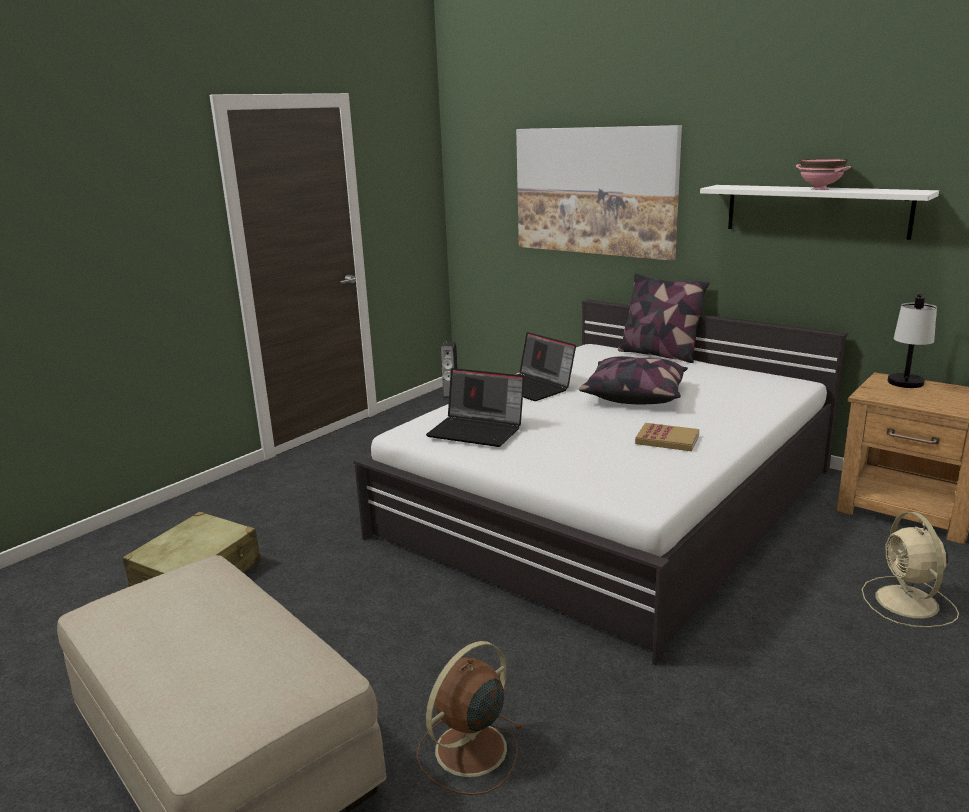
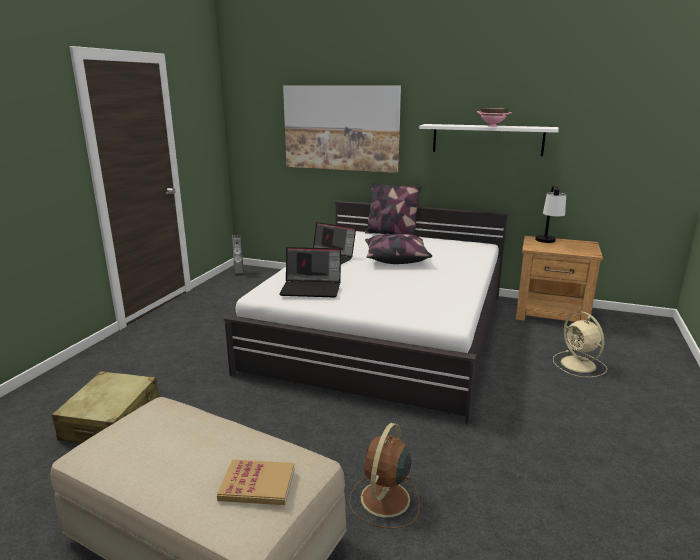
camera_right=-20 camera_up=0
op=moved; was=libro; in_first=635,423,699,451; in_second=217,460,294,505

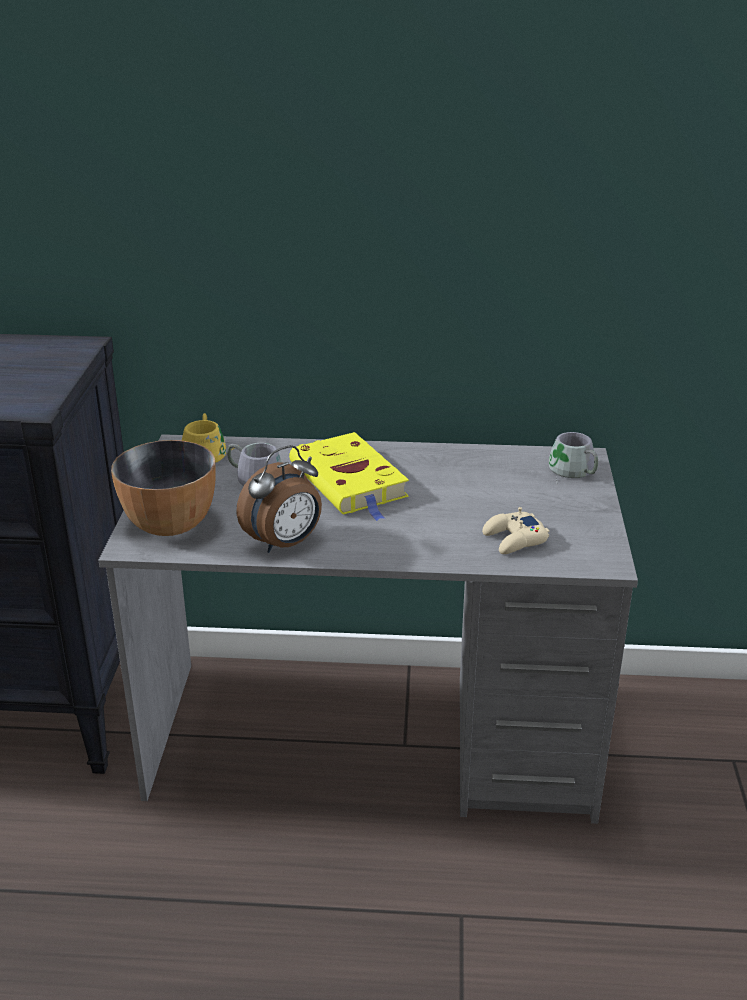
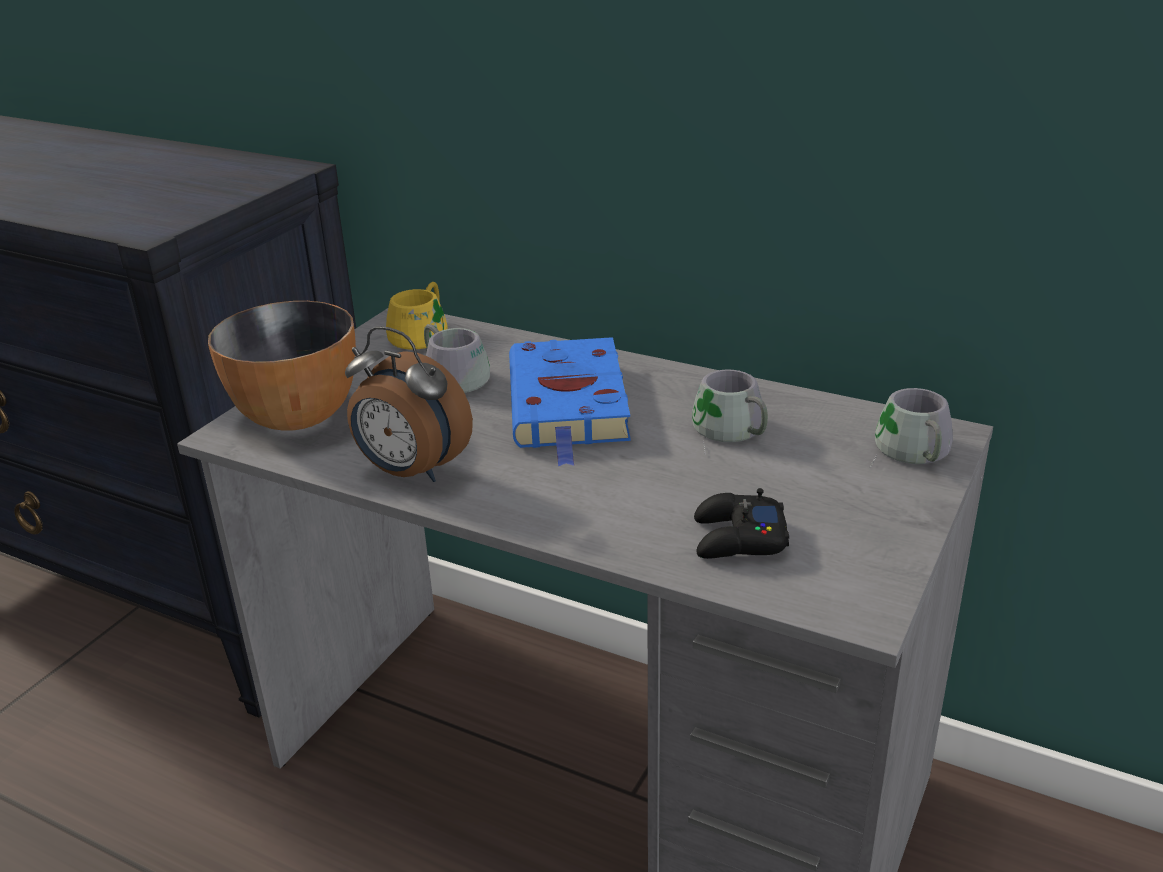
camera_right=25 camera_up=0
op=turned; was=despertador; in_first=236,445,322,553; in_second=345,326,473,482; clockwise=45
op=recoloured; was=libro (amarillo); now=libro (azul); in_first=289,432,409,521; in_second=509,337,631,466
op=recoloured; was=mando de consola (beis); now=mando de consola (negro); in_first=482,507,549,554; in_second=694,488,789,559
op=added; now=taza grande (gris); in_second=692,370,768,452

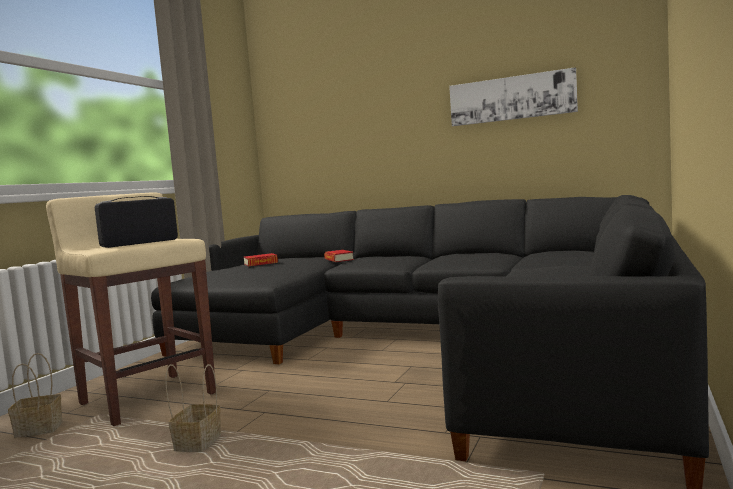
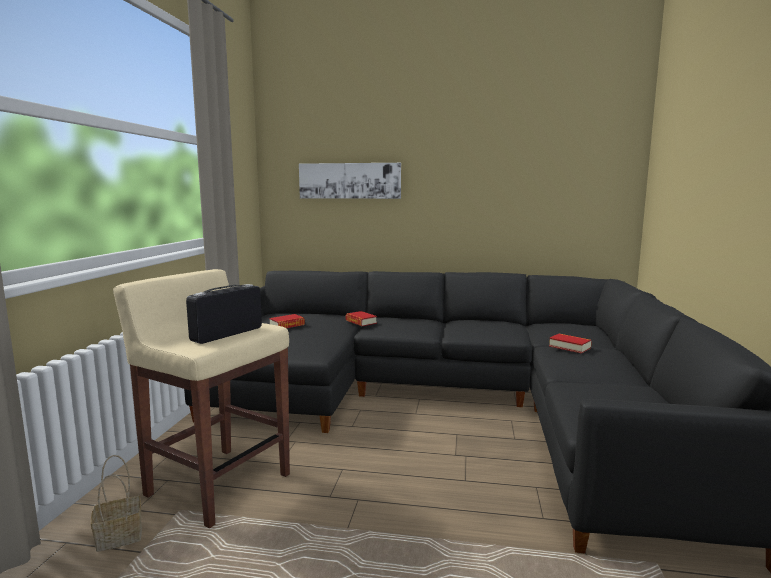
camera_right=-15 camera_up=5
op=removed; was=cesta; in_first=165,364,221,452
op=moved; was=cuadro; in_first=449,67,578,126; in_second=299,163,401,199
op=added; now=libro; in_second=549,334,592,354

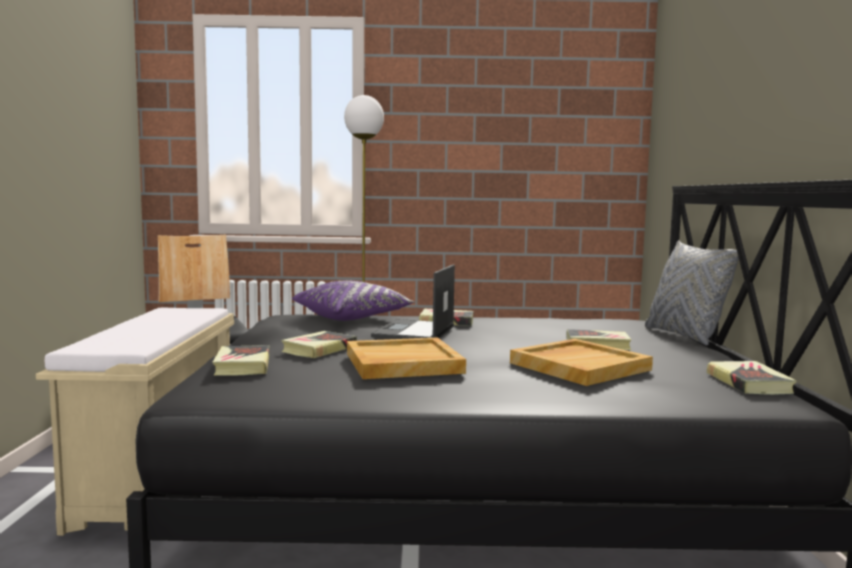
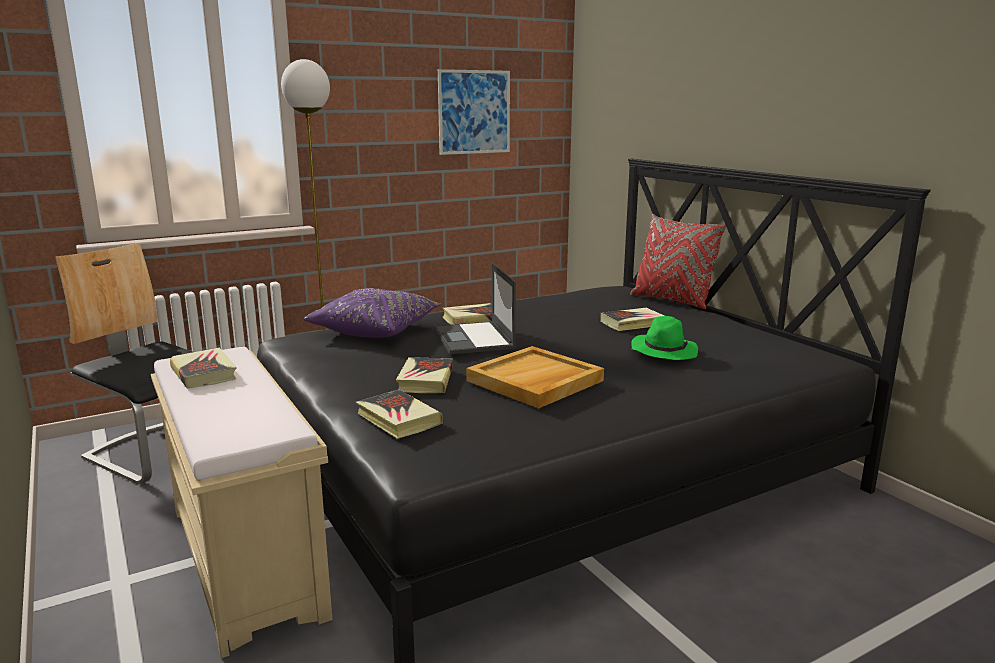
camera_right=-30 camera_up=10
op=replaced; was=bandeja (beis); now=sombrero (verde); in_first=510,339,653,386; in_second=631,316,698,360
op=recoloured; was=cojín (gris); now=cojín (rojo); in_first=645,240,739,346; in_second=630,214,726,309
op=moved; was=libro; in_first=707,361,797,395; in_second=170,348,237,389
op=added; now=cuadro; in_second=438,69,510,155

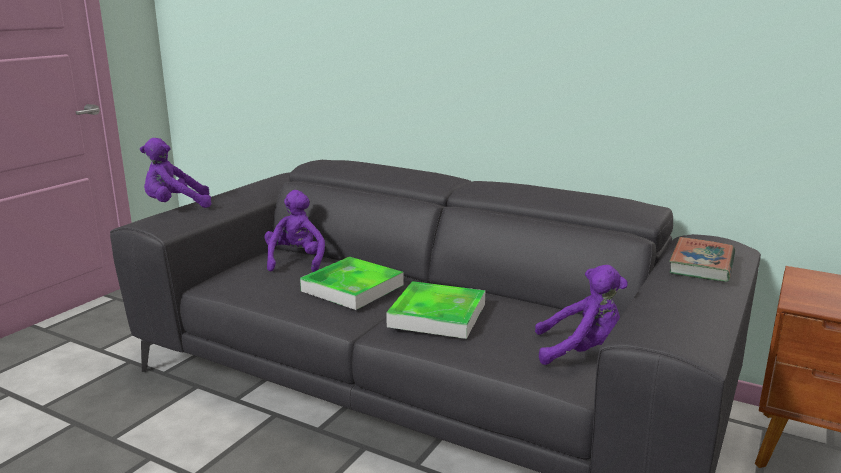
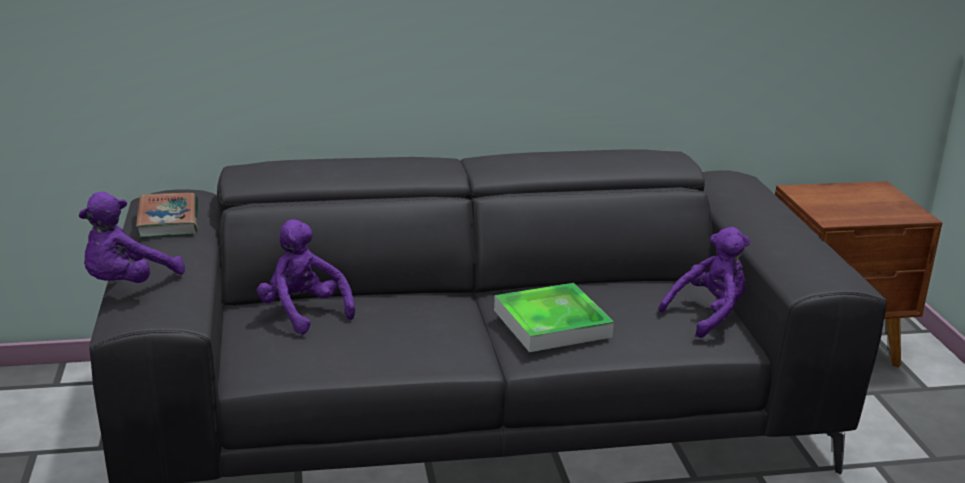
camera_right=-40 camera_up=5
op=removed; was=bandeja; in_first=300,257,404,310
op=moved; was=libro; in_first=669,237,735,282; in_second=136,193,198,238

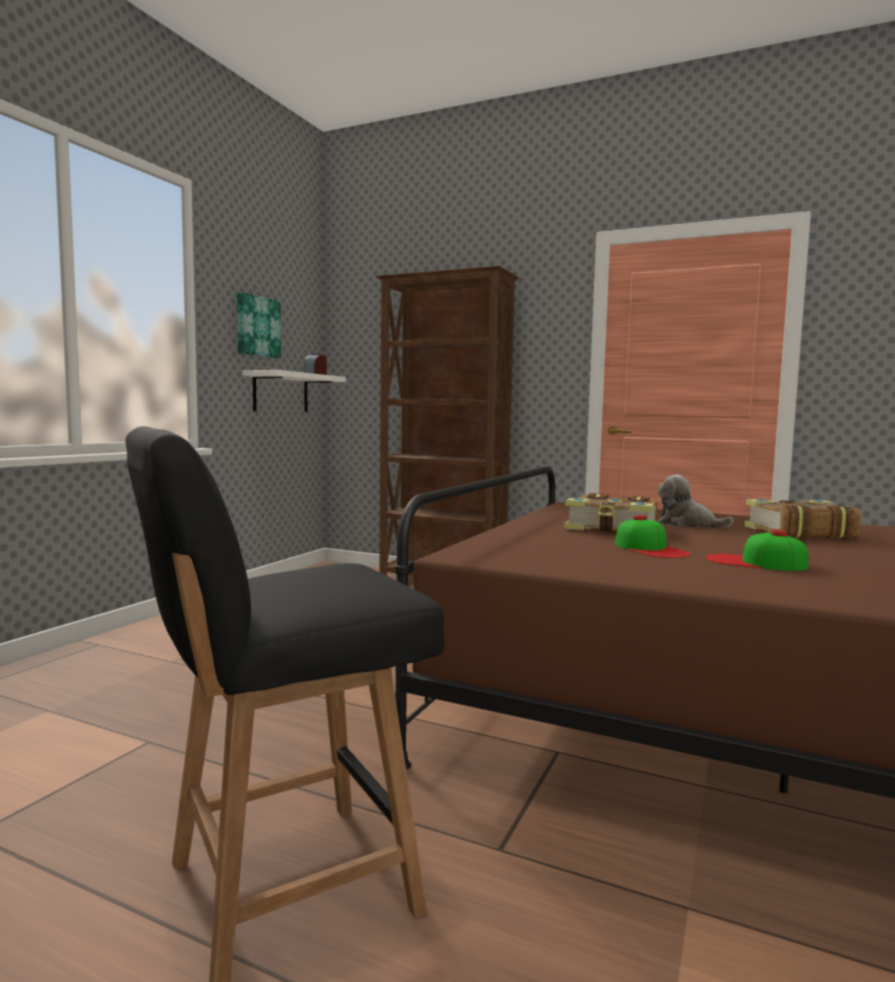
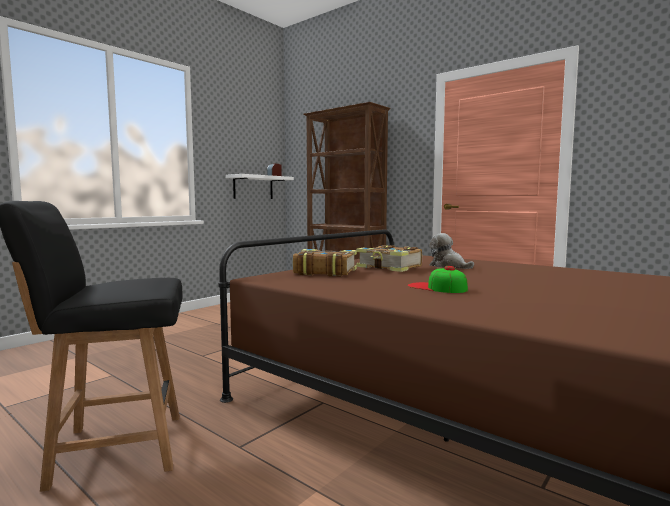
camera_right=15 camera_up=0
op=removed; was=cuadro; in_first=237,292,281,358
op=removed; was=gorra; in_first=615,515,691,558
op=moved; was=libro; in_first=745,499,861,540; in_second=293,249,357,277

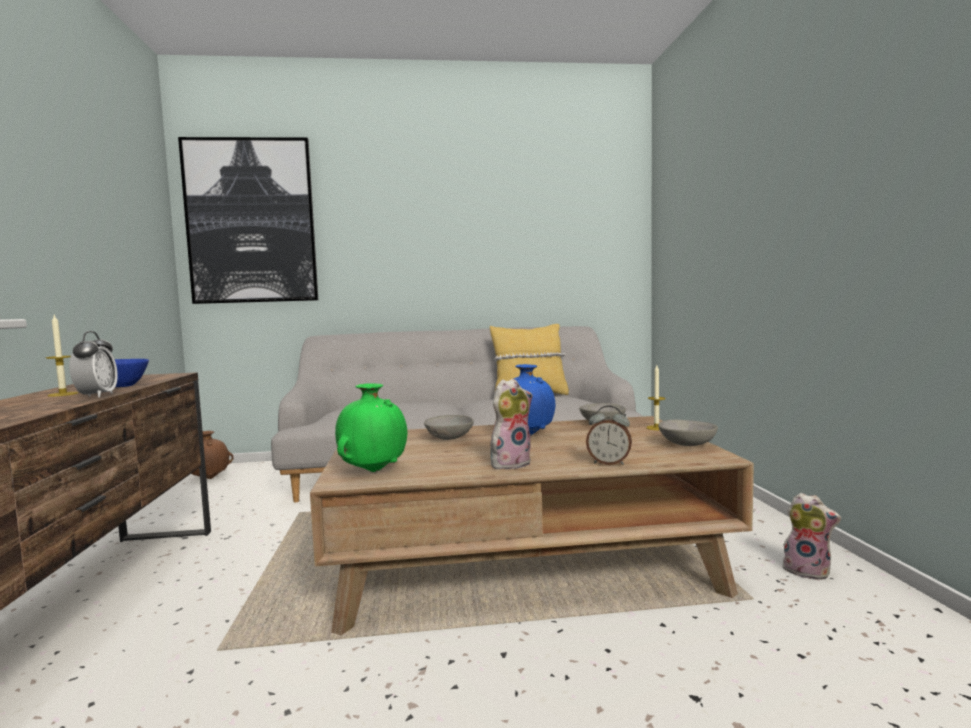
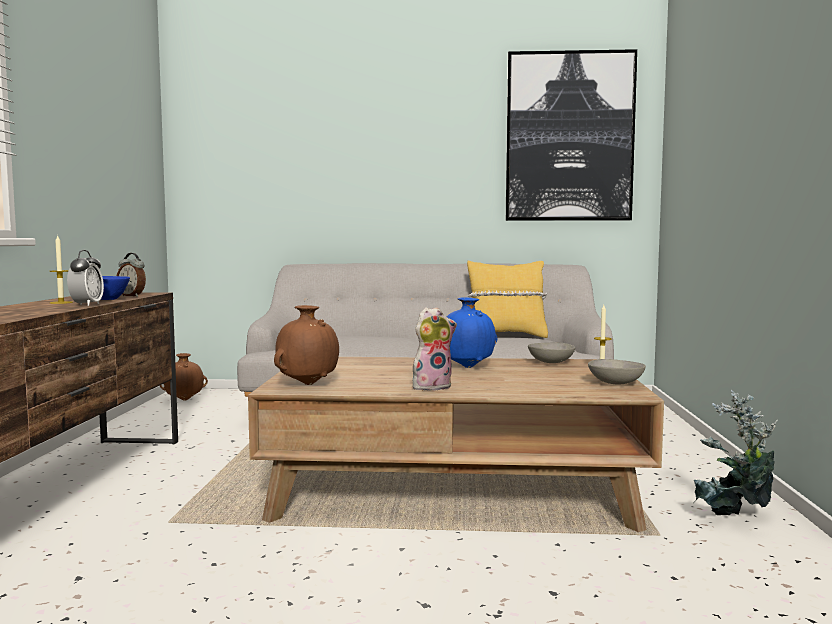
camera_right=10 camera_up=0
op=moved; was=cuadro; in_first=178,137,318,304; in_second=506,49,637,221
op=recoloured; was=florero (verde); now=florero (marrón); in_first=335,383,407,472; in_second=274,305,339,385
op=removed; was=cuenco (gris); in_first=424,415,474,440
op=moved; was=despertador; in_first=586,405,632,465; in_second=117,253,146,297
op=replaced; was=peluche; now=planta en maceta; in_first=783,493,841,580; in_second=694,389,778,515

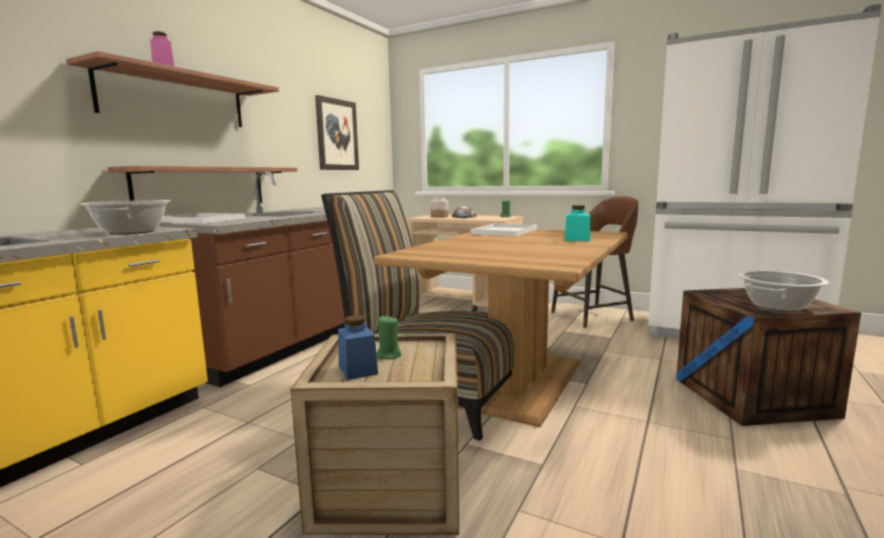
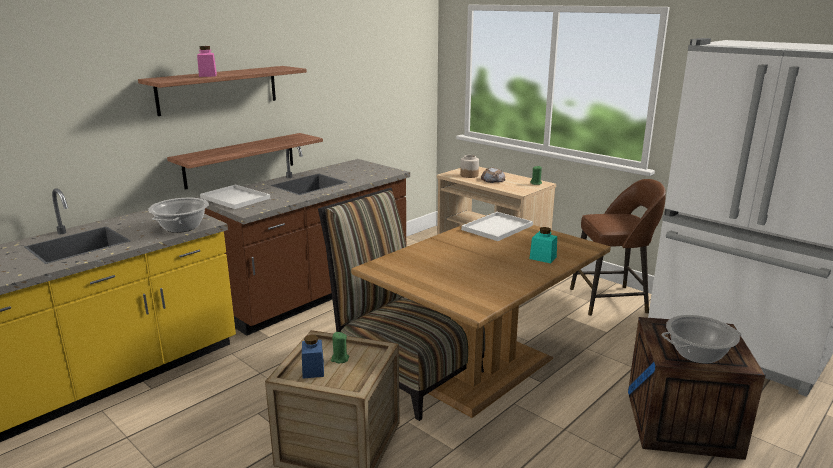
camera_right=15 camera_up=10
op=removed; was=cuadro; in_first=315,95,359,170

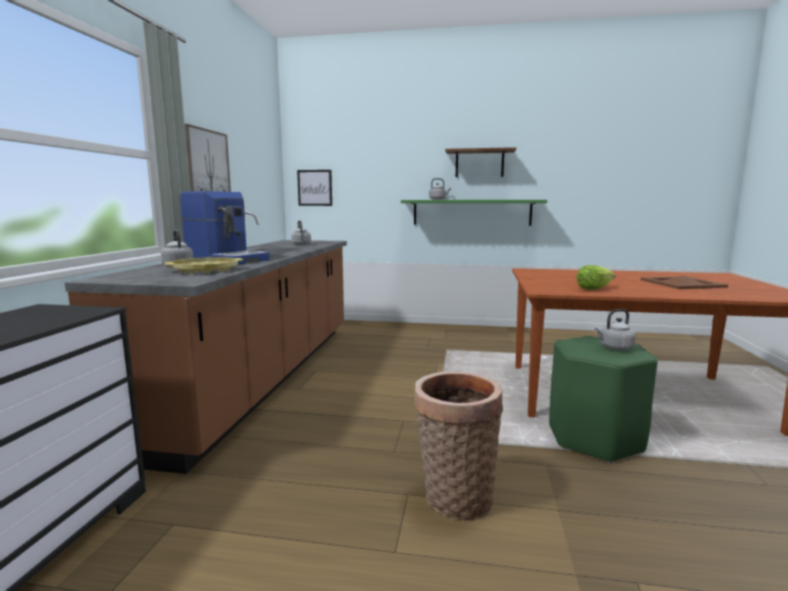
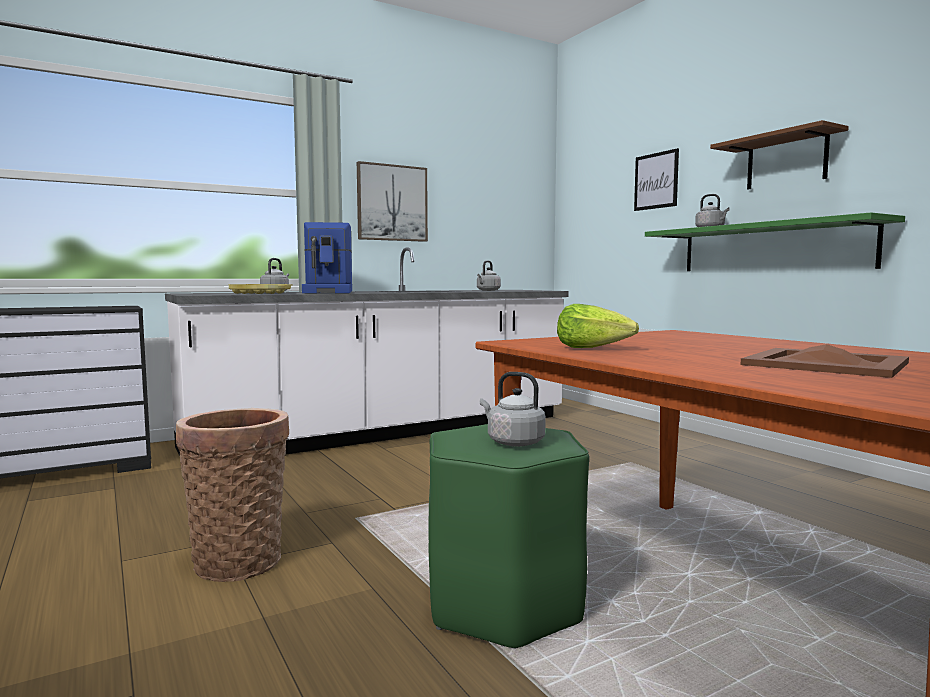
camera_right=50 camera_up=-5
op=recoloured; was=mueble bajo de cocina (marrón); now=mueble bajo de cocina (blanco); in_first=65,211,347,474; in_second=165,247,569,456
op=moved; was=cuadro; in_first=297,170,332,206; in_second=634,148,679,211

